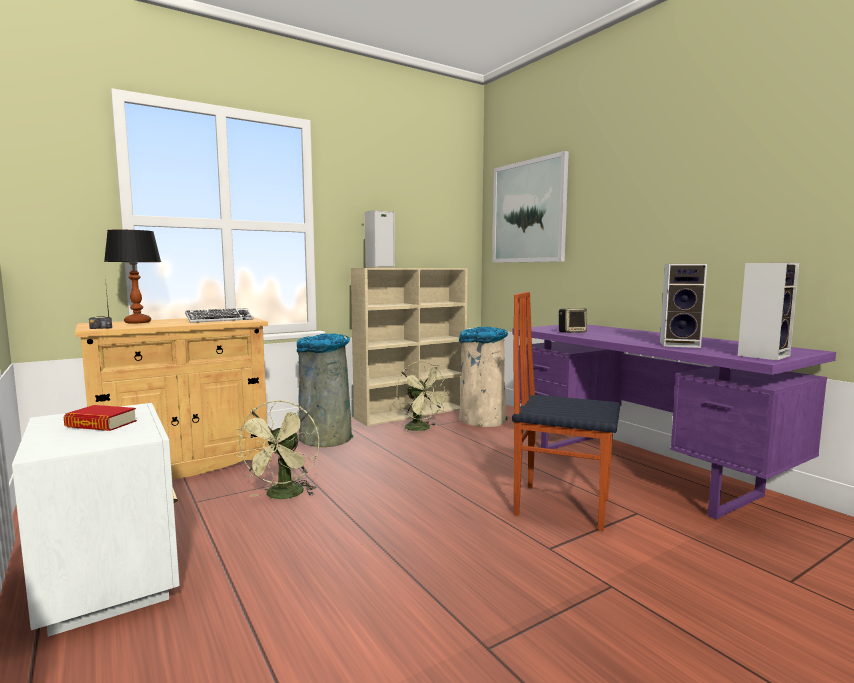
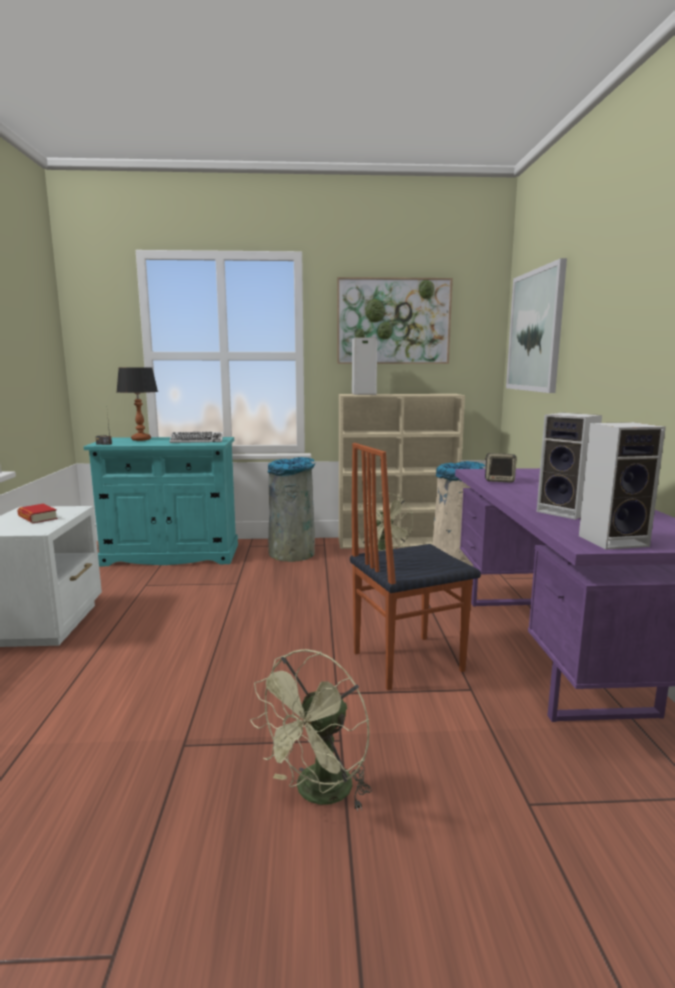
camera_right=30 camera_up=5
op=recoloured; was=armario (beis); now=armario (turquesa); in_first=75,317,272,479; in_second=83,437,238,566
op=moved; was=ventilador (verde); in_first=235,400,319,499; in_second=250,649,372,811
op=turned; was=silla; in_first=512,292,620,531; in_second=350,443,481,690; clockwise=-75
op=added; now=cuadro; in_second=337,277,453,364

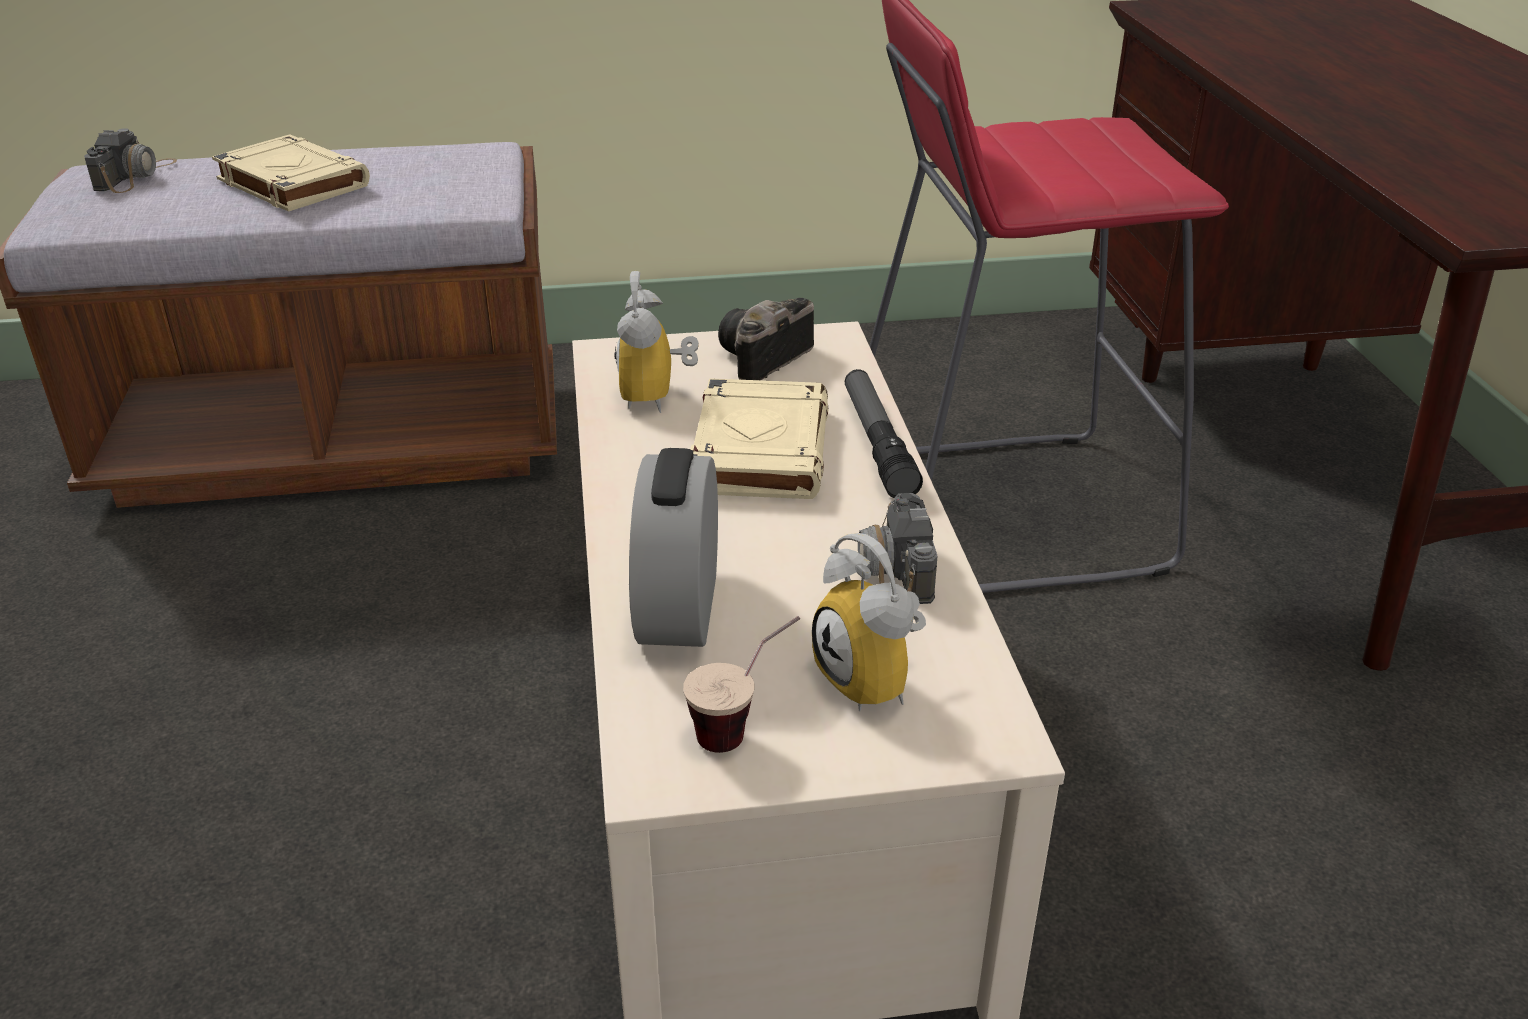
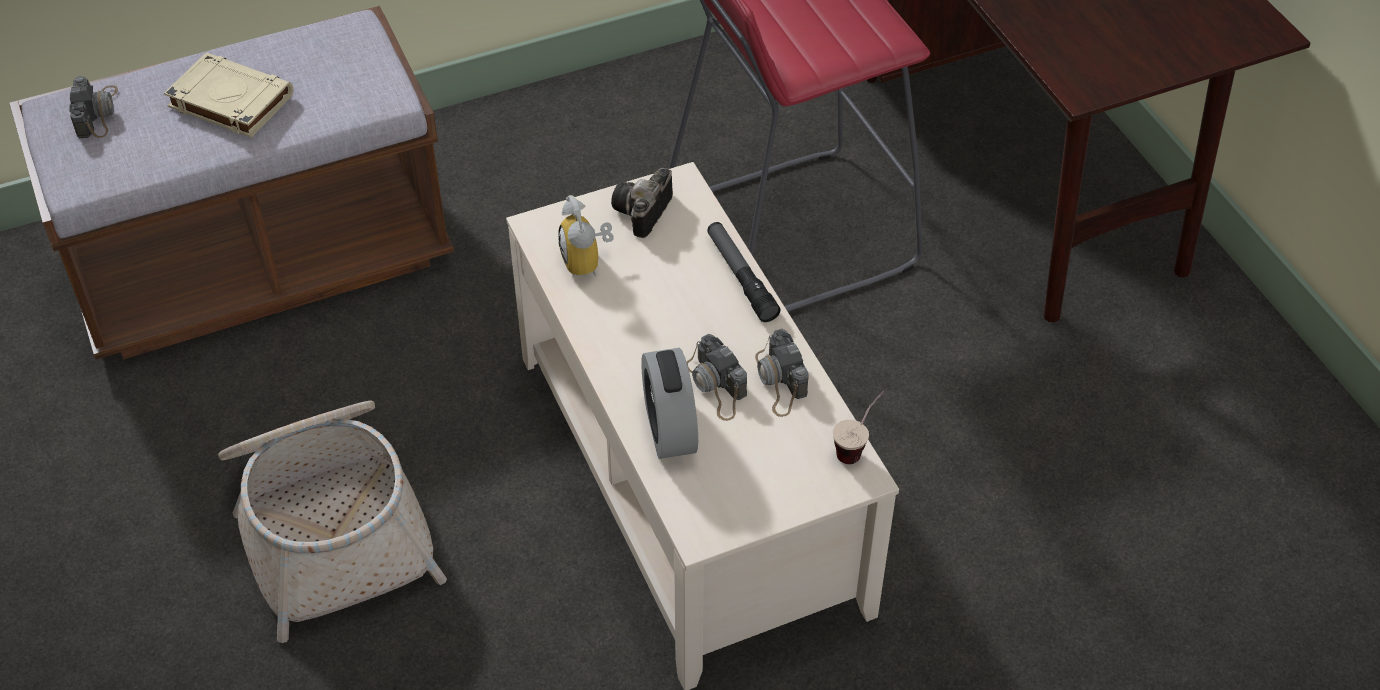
camera_right=-15 camera_up=15
op=moved; was=taza; in_first=683,616,800,753; in_second=833,391,884,464
op=removed; was=libro (beis); in_first=690,378,829,499
op=removed; was=despertador; in_first=812,533,926,711
op=added; now=cesta; in_second=218,401,447,643
op=added; now=cámara; in_second=687,334,747,421

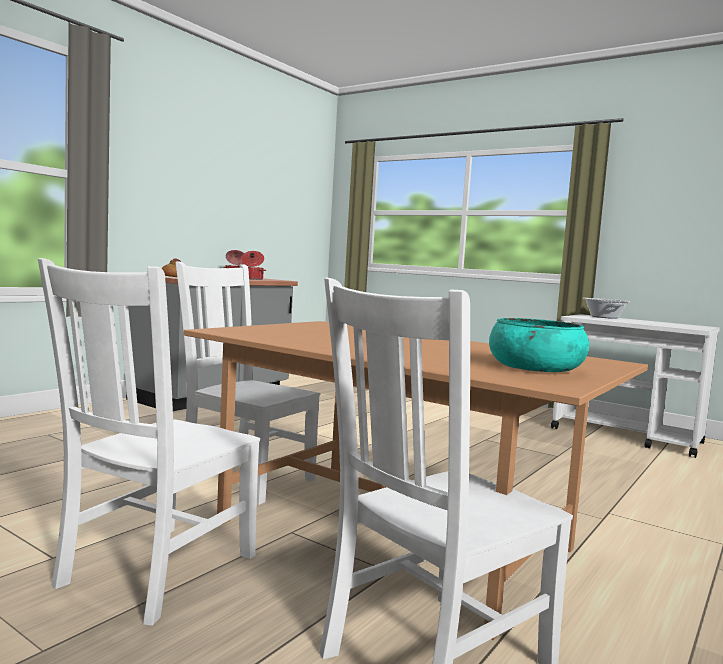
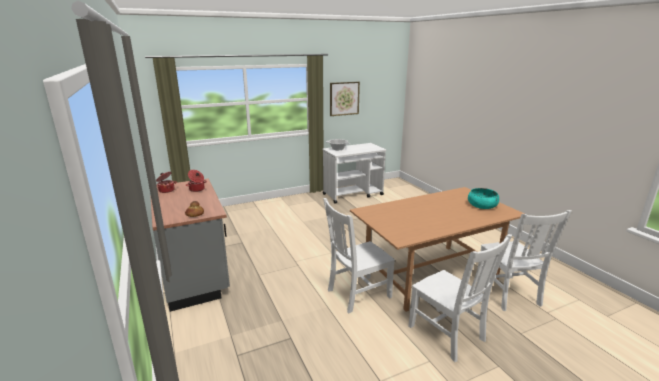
camera_right=-60 camera_up=15
op=added; now=cuadro; in_second=330,82,360,116

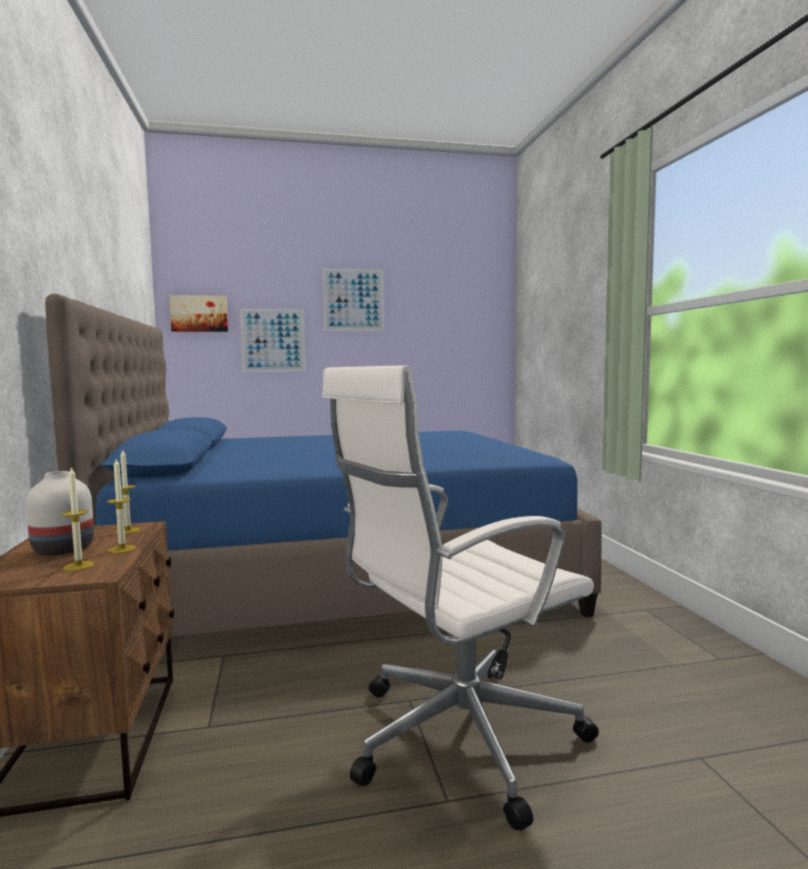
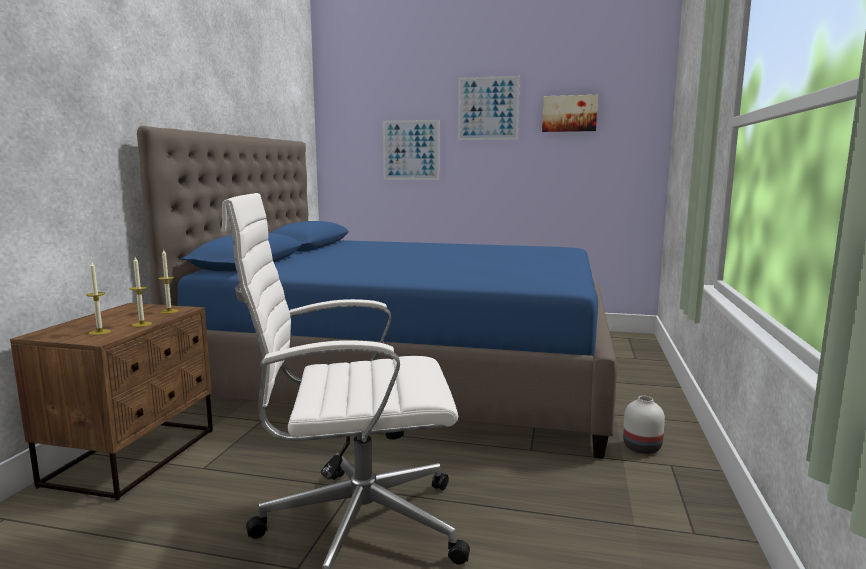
camera_right=25 camera_up=5
op=moved; was=florero (blanco); in_first=26,471,94,556; in_second=623,396,665,454
op=moved; was=cuadro; in_first=169,295,228,332; in_second=542,95,598,132

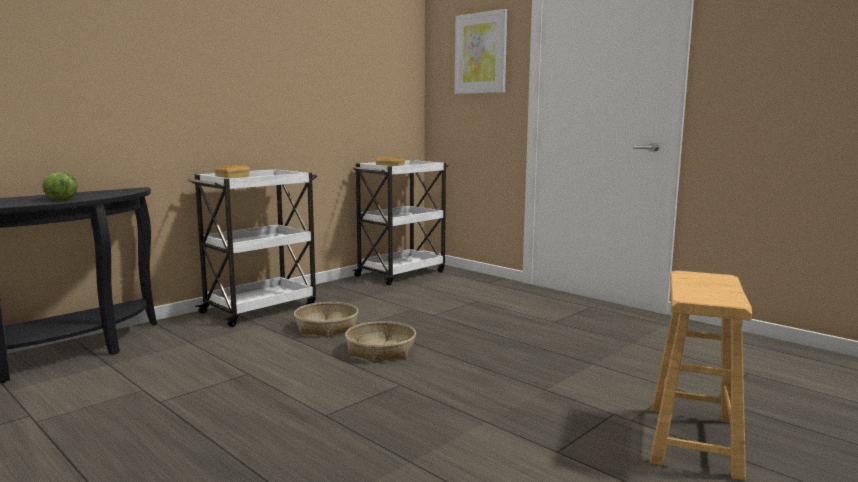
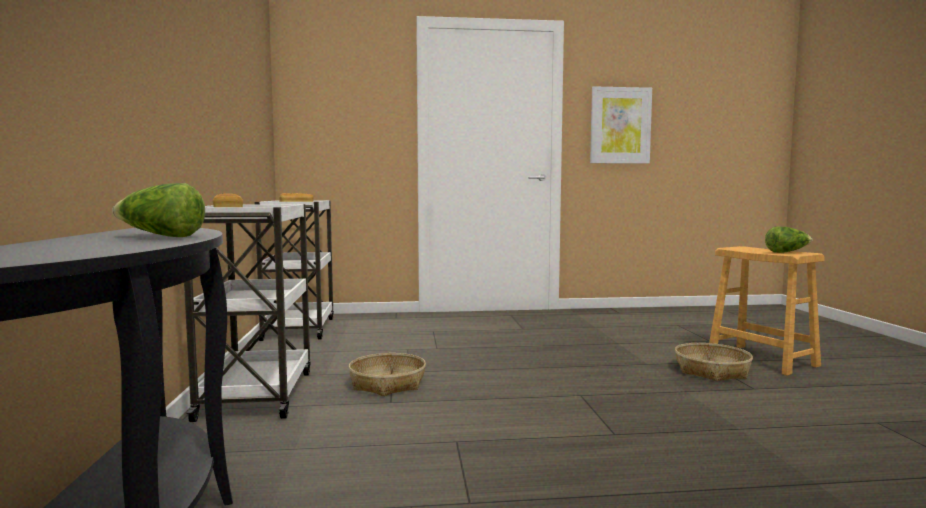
camera_right=-50 camera_up=-5
op=moved; was=cesta; in_first=345,321,416,363; in_second=675,343,753,381
op=moved; was=cuadro; in_first=455,9,507,94; in_second=590,86,652,164
op=added; now=lechuga; in_second=765,227,812,253

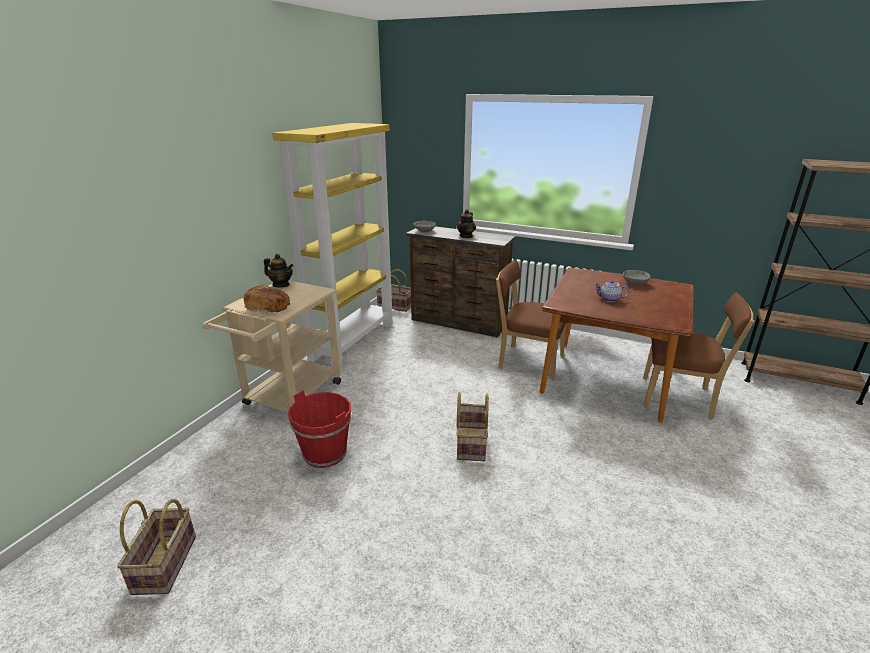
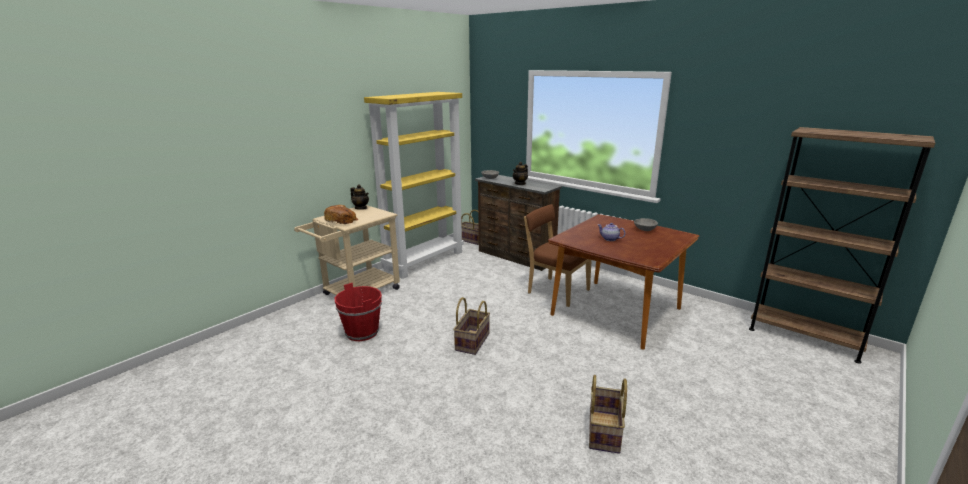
camera_right=15 camera_up=-5
op=moved; was=cesta; in_first=117,499,196,595; in_second=589,375,627,454
op=removed; was=silla (marrón); in_first=643,292,754,419

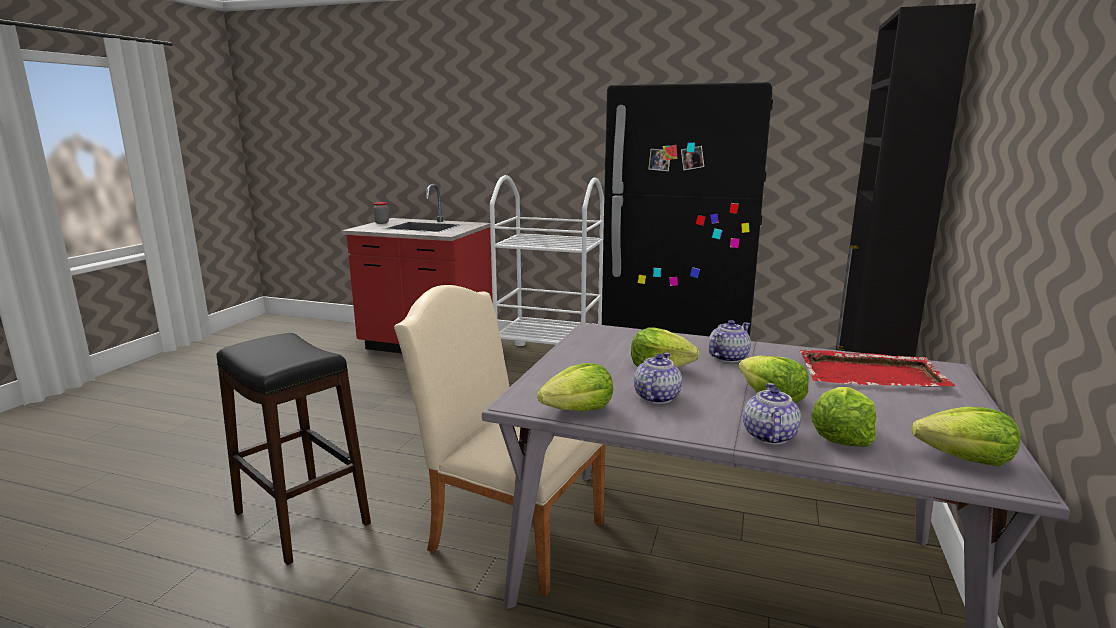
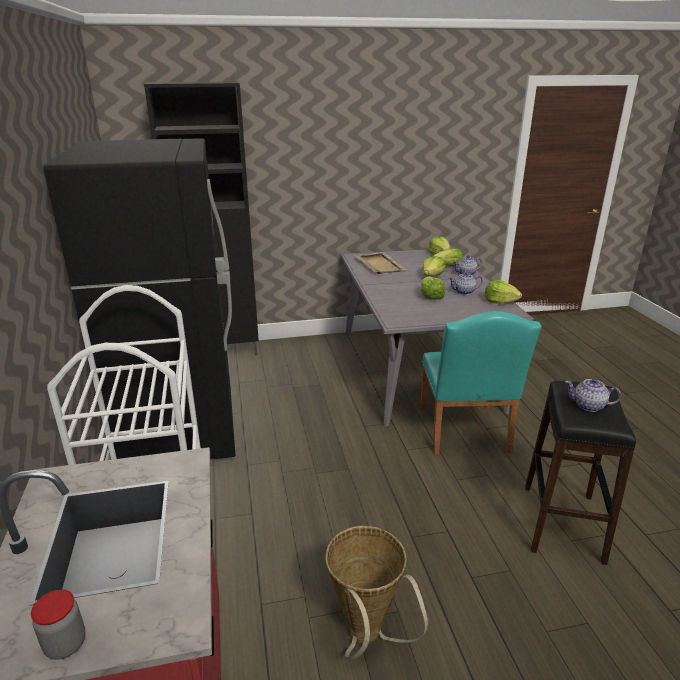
camera_right=-120 camera_up=10
op=recoloured; was=silla (beis); now=silla (turquesa); in_first=394,285,605,596; in_second=421,311,542,455
op=moved; was=tetera; in_first=709,320,751,363; in_second=565,378,621,412
op=recoloured; was=bandeja (rojo); now=bandeja (beis); in_first=800,350,955,387; in_second=354,252,407,274
op=added; now=cesta; in_second=325,526,428,660

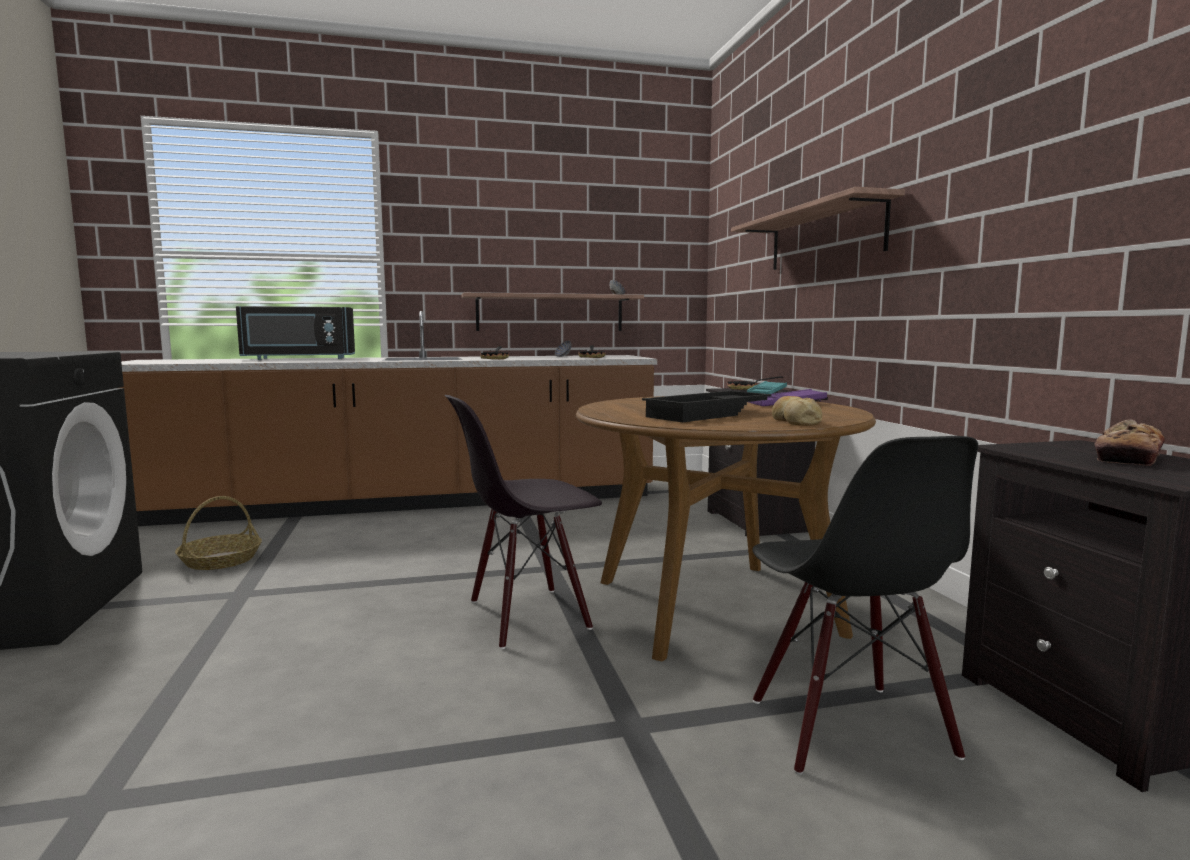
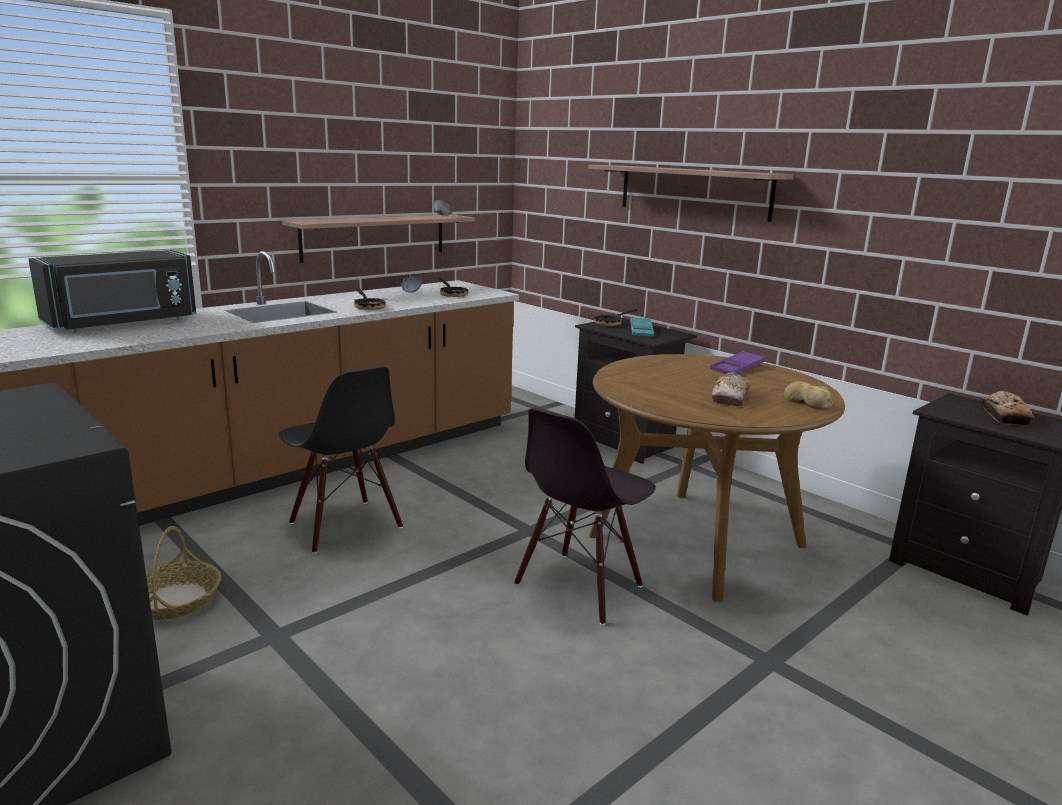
camera_right=-30 camera_up=10
op=replaced; was=bandeja (negro); now=pan; in_first=642,391,771,422; in_second=712,372,751,406
op=moved; was=silla (negro); in_first=752,436,978,775; in_second=279,366,403,554

